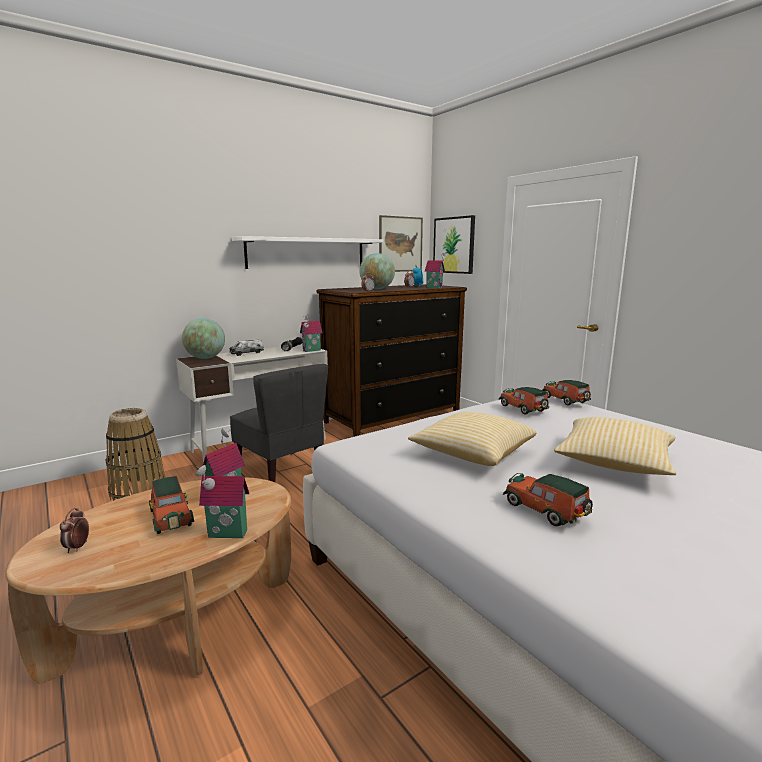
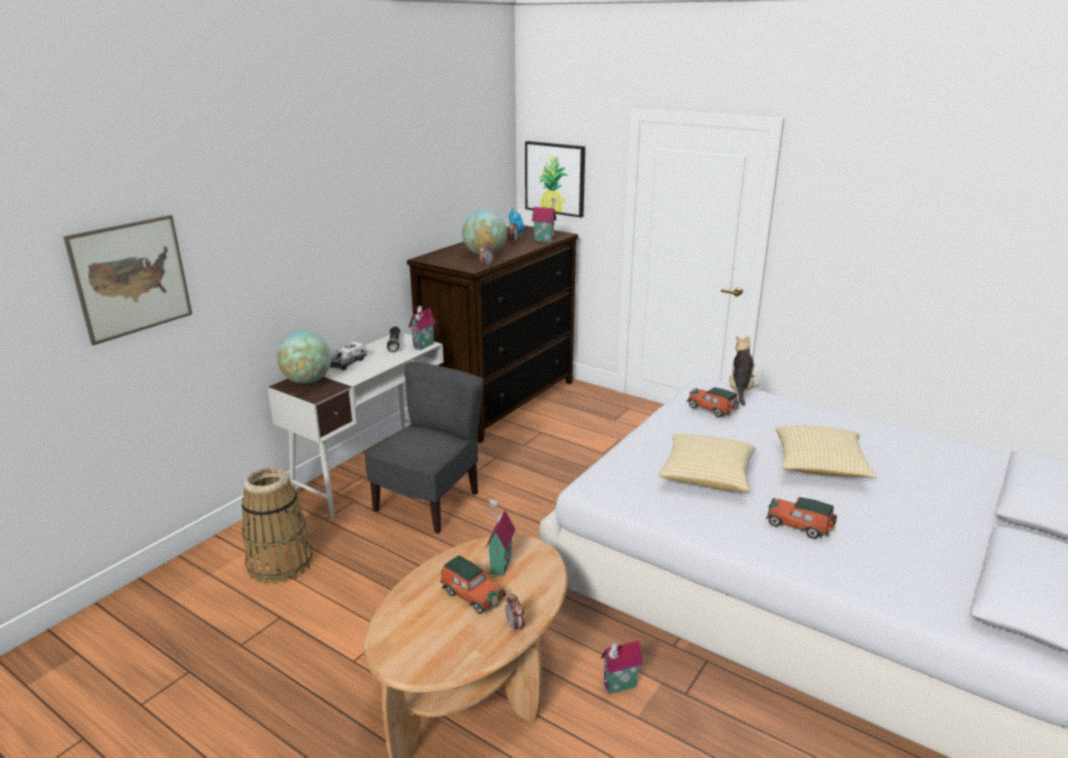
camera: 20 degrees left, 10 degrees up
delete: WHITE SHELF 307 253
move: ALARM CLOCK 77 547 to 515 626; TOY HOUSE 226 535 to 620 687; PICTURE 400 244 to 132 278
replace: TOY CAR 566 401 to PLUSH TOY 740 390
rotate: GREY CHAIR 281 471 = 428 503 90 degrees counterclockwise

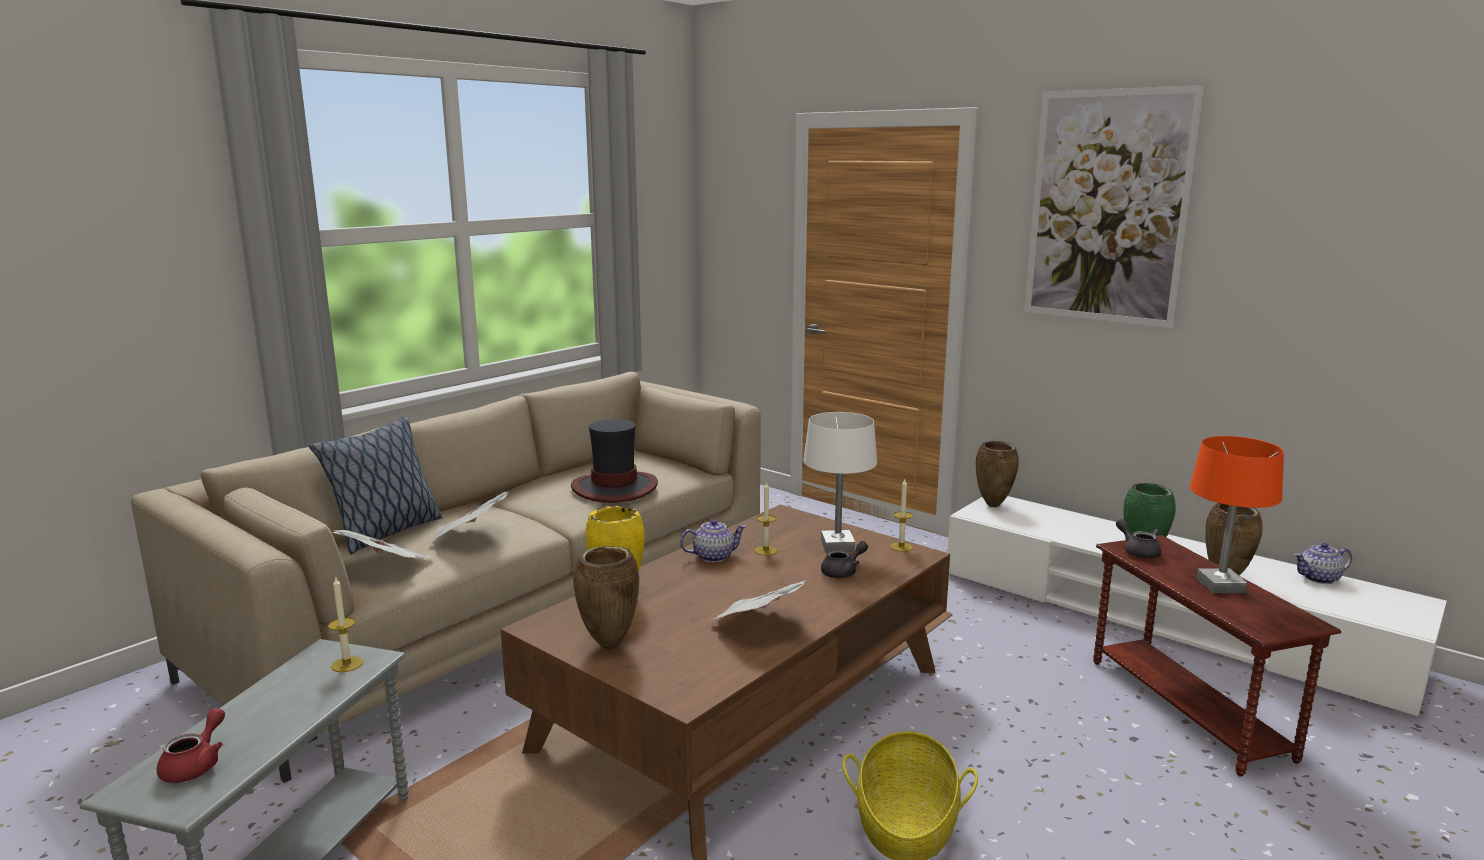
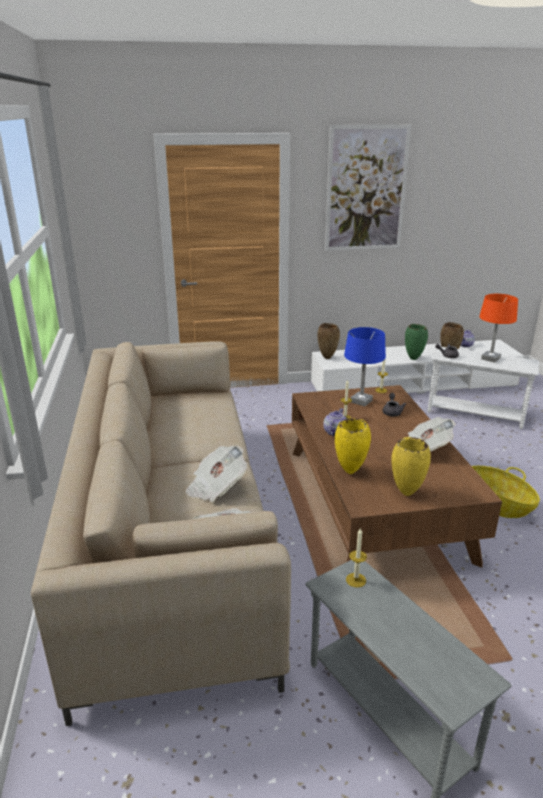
camera: 50 degrees left, 10 degrees up
delete: RED TEAPOT 196 765; PILLOW 386 533; HAT 614 488
recolor: BROWN VASE 608 645 to YELLOW VASE 406 493; WHITE TABLE LAMP 837 545 to BLUE TABLE LAMP 361 401; BROWN SIDE TABLE 1186 709 to WHITE SIDE TABLE 475 414

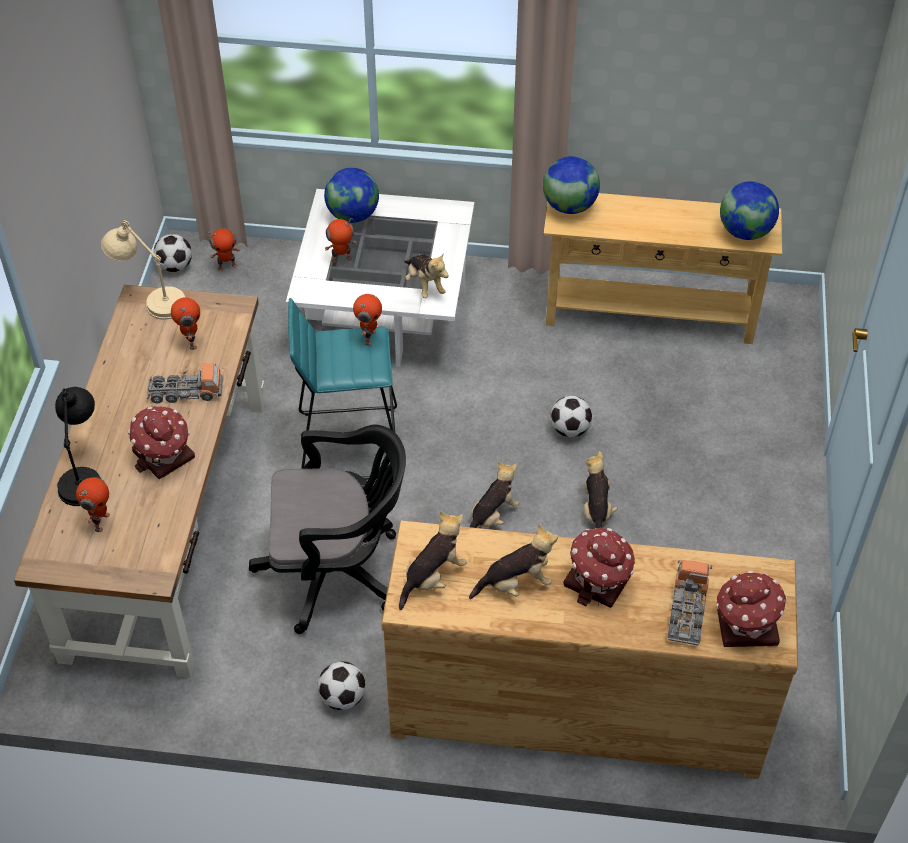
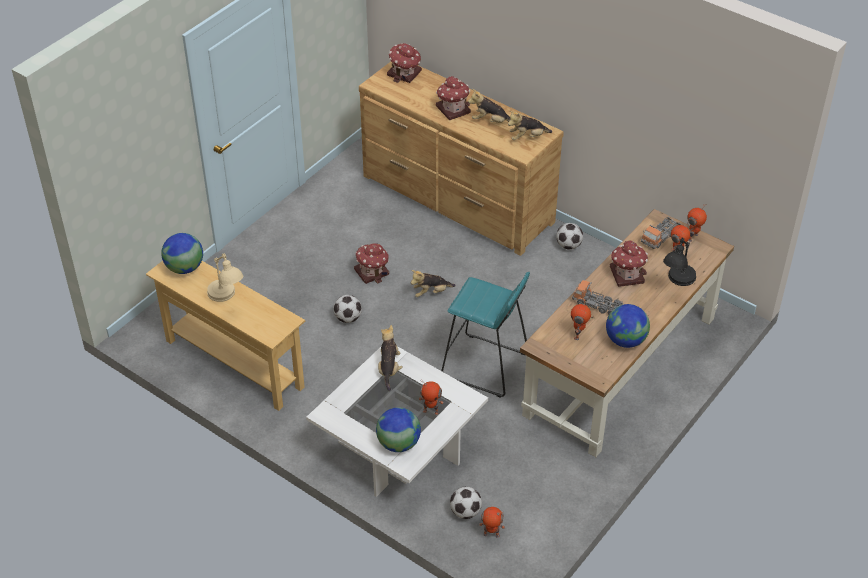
camera: 150 degrees left, 5 degrees down
delete: BLACK OFFICE CHAIR 338 571
move: BEIGE TABLE LAMP 150 299 to 227 299; FOOTBALL 175 266 to 465 512; TOY ROBOT 369 337 to 693 237; GLOBE 569 206 to 625 340; TOY TRUCK 687 610 to 660 236
replace: PLUSH TOY 596 511 to TOY HOUSE 372 272

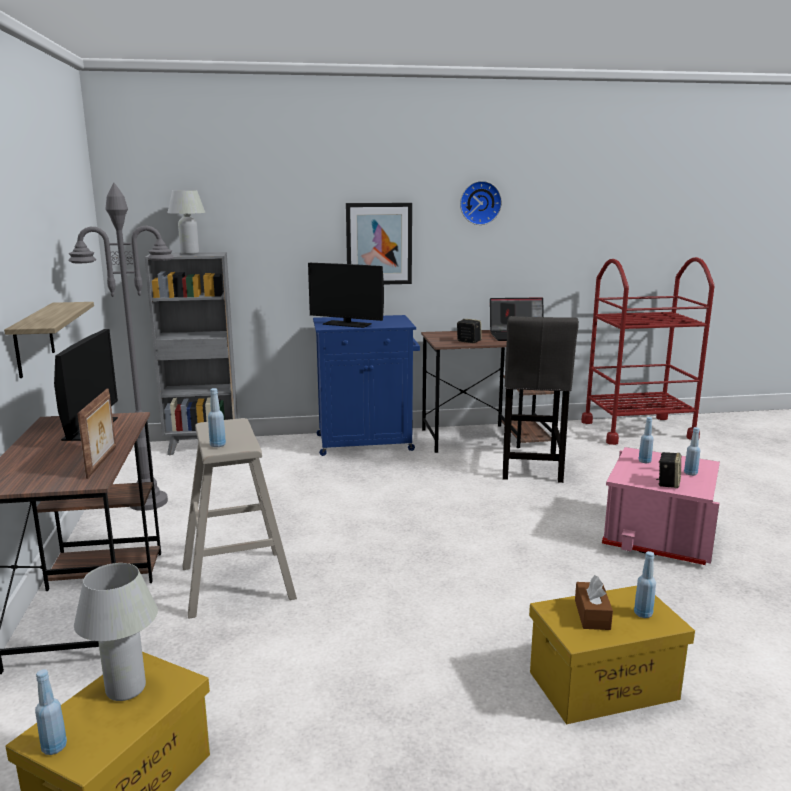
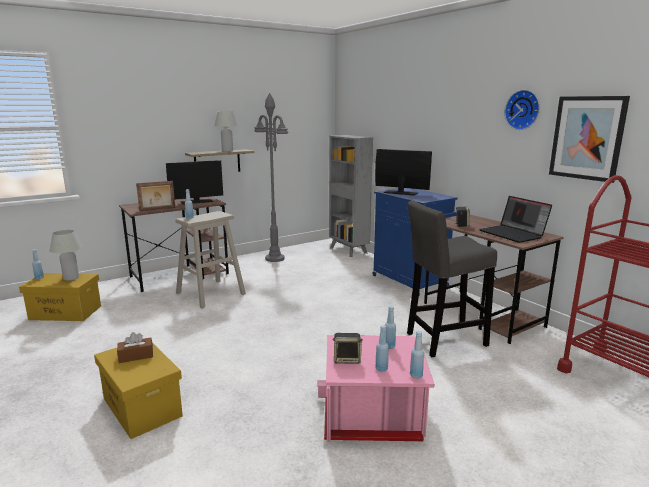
camera: 65 degrees right, 0 degrees up
move: WHITE TABLE LAMP 189 253 to 227 151; PICTURE 379 244 to 587 138; BLUE BOTTLE 643 614 to 416 375
rotate: MONITOR 347 324 = 400 193 120 degrees clockwise

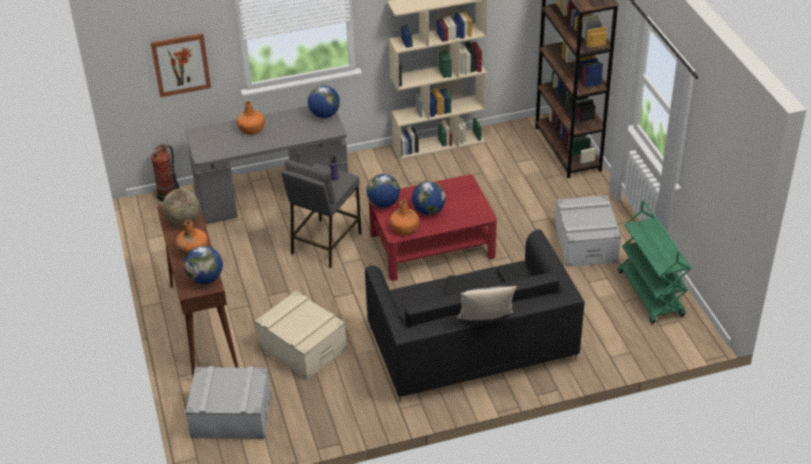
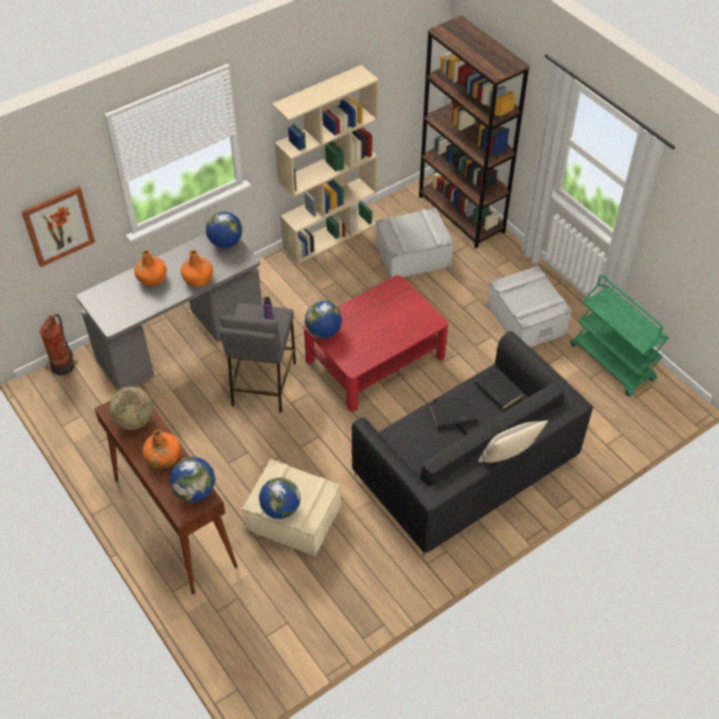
camera: 20 degrees left, 10 degrees up
move: GREY STORAGE BOX 231 416 to 412 255; ORANGE BOTTLE 405 228 to 198 278; GLOBE 428 211 to 280 509

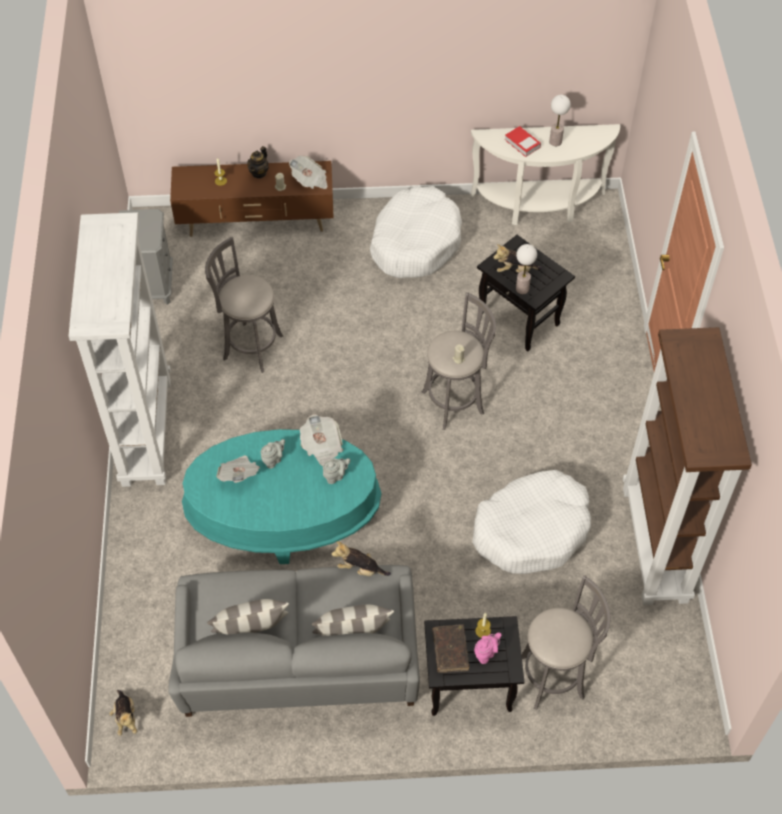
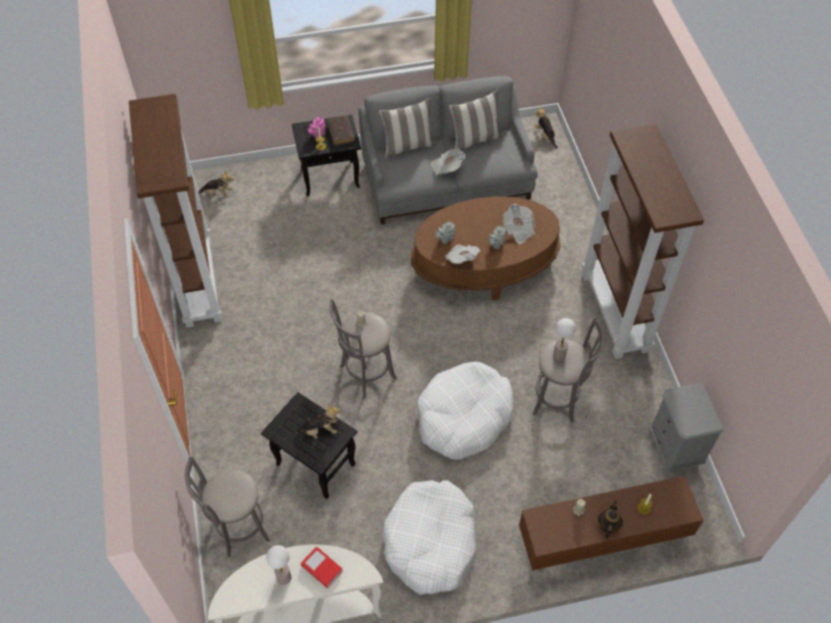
camera: 170 degrees right, 0 degrees up
move: NEWSPAPER 310 180 to 447 167; PLUSH TOY 360 569 to 218 194; WHITE DOG BED 532 529 to 463 417; TABLE LAMP 522 289 to 559 355; GREY STOOL 555 676 to 238 528
recolor: WHITE BOOKCASE 145 430 to BROWN BOOKCASE 615 312; TURQUOISE COFFEE TABLE 284 514 to BROWN COFFEE TABLE 484 265

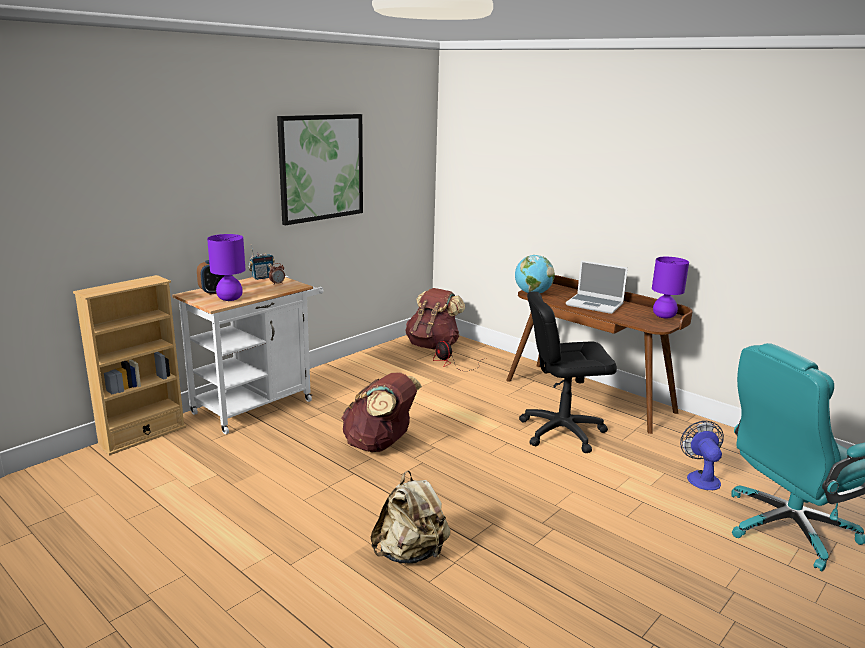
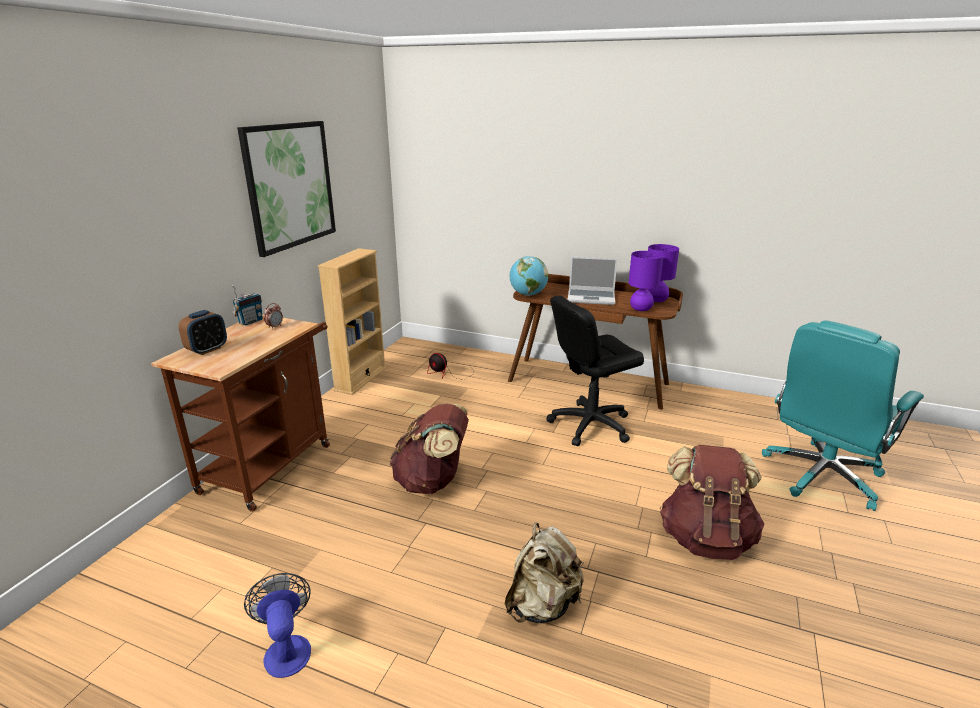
camera: 20 degrees left, 5 degrees up
move: BEIGE BOOKCASE 142 436 to 361 379; PURPLE TABLE LAMP 230 299 to 641 309; BROWN BACKPACK 433 346 to 705 538; FAN 701 477 to 286 648
recolor: WHITE CART 259 404 to BROWN CART 271 463

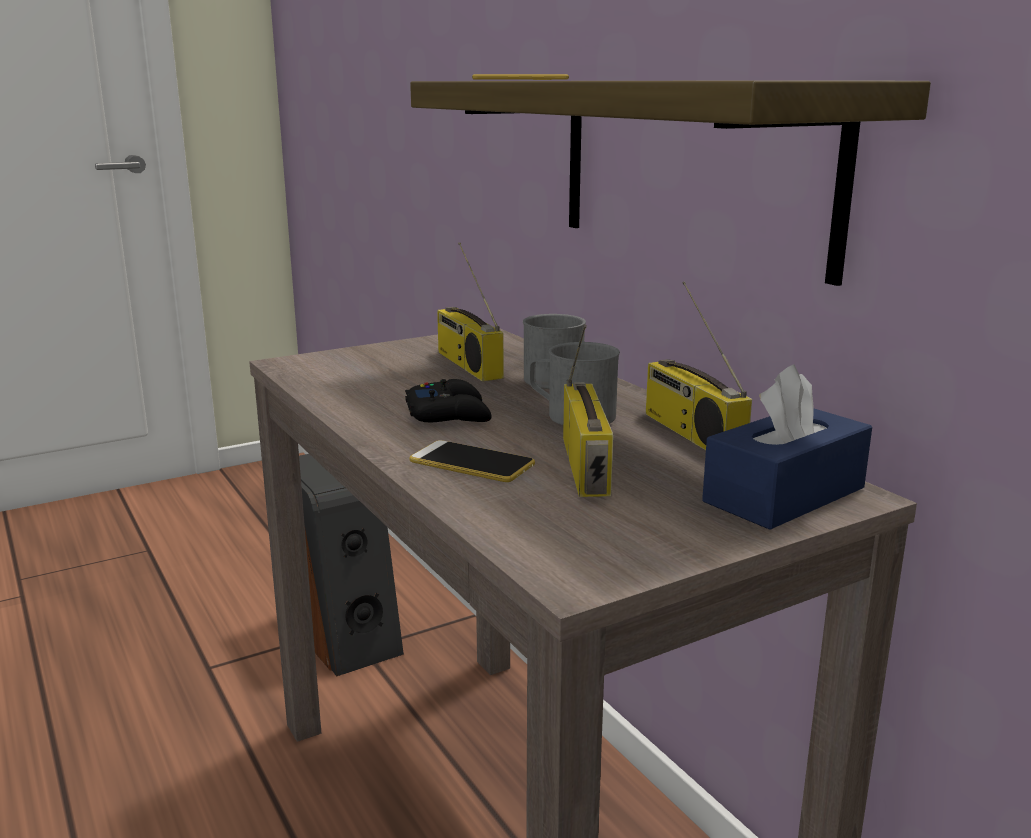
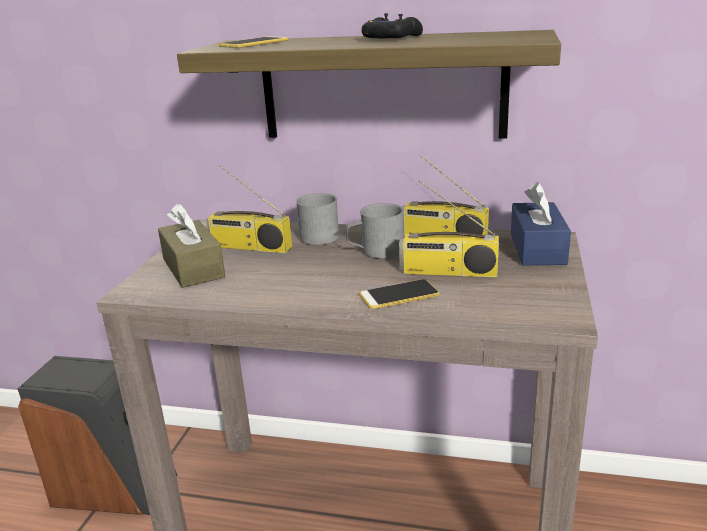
camera: 45 degrees left, 5 degrees up
insert: BROWN TISSUE BOX 193 268
move: BLACK GAME CONTROLLER 449 414 to 391 38
rotate: RADIO 588 467 = 448 272 150 degrees clockwise

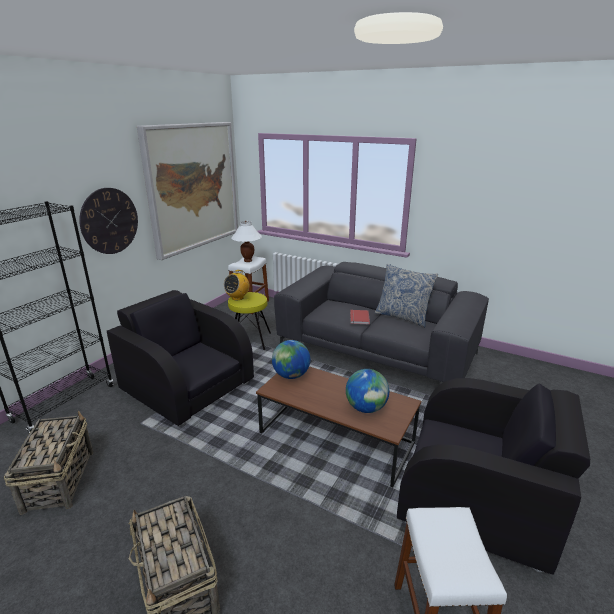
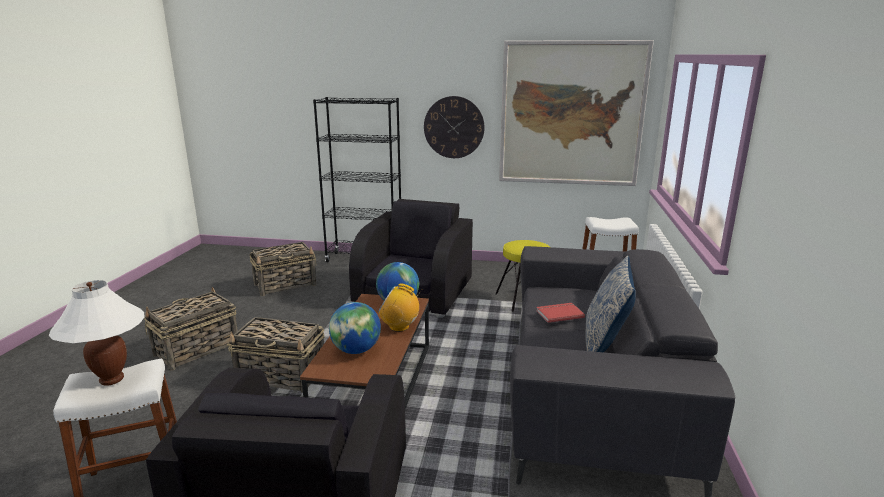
camera: 70 degrees right, 5 degrees down
insert: BASKET 282 376
move: RADIO 237 298 to 399 327; WHITE TABLE LAMP 248 261 to 111 379

